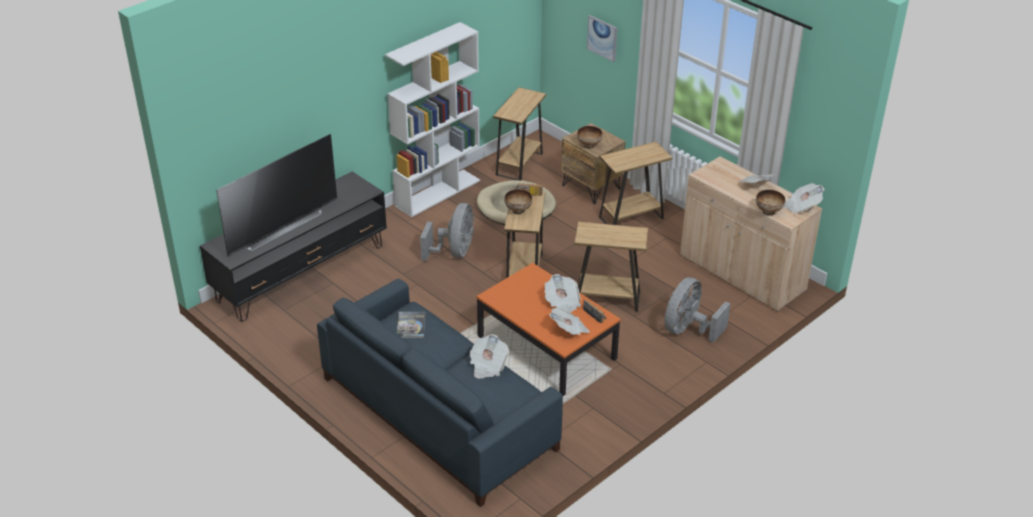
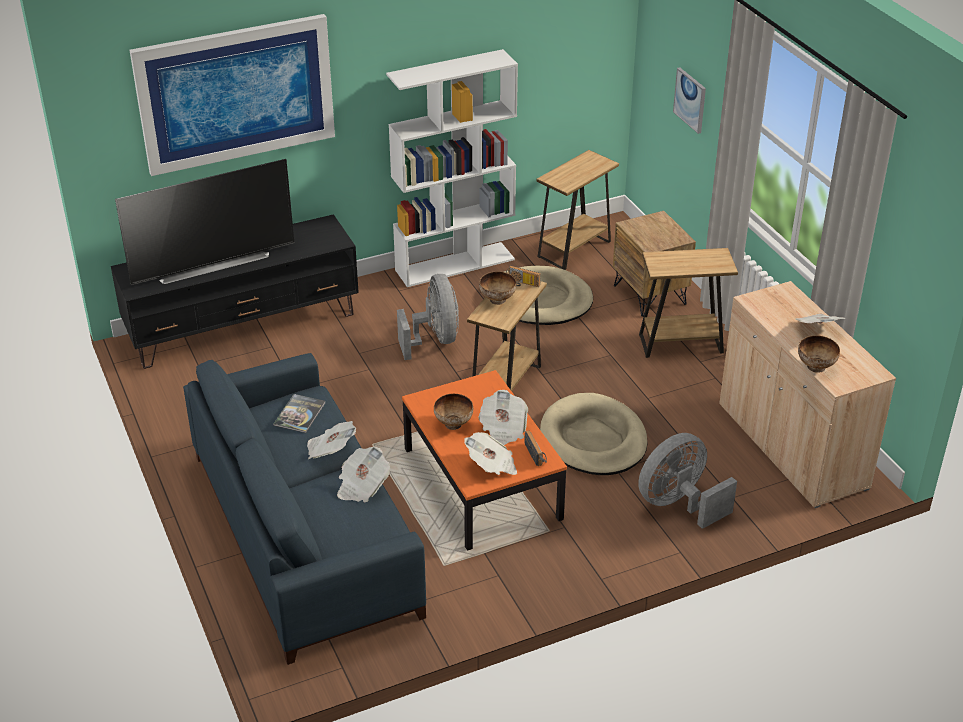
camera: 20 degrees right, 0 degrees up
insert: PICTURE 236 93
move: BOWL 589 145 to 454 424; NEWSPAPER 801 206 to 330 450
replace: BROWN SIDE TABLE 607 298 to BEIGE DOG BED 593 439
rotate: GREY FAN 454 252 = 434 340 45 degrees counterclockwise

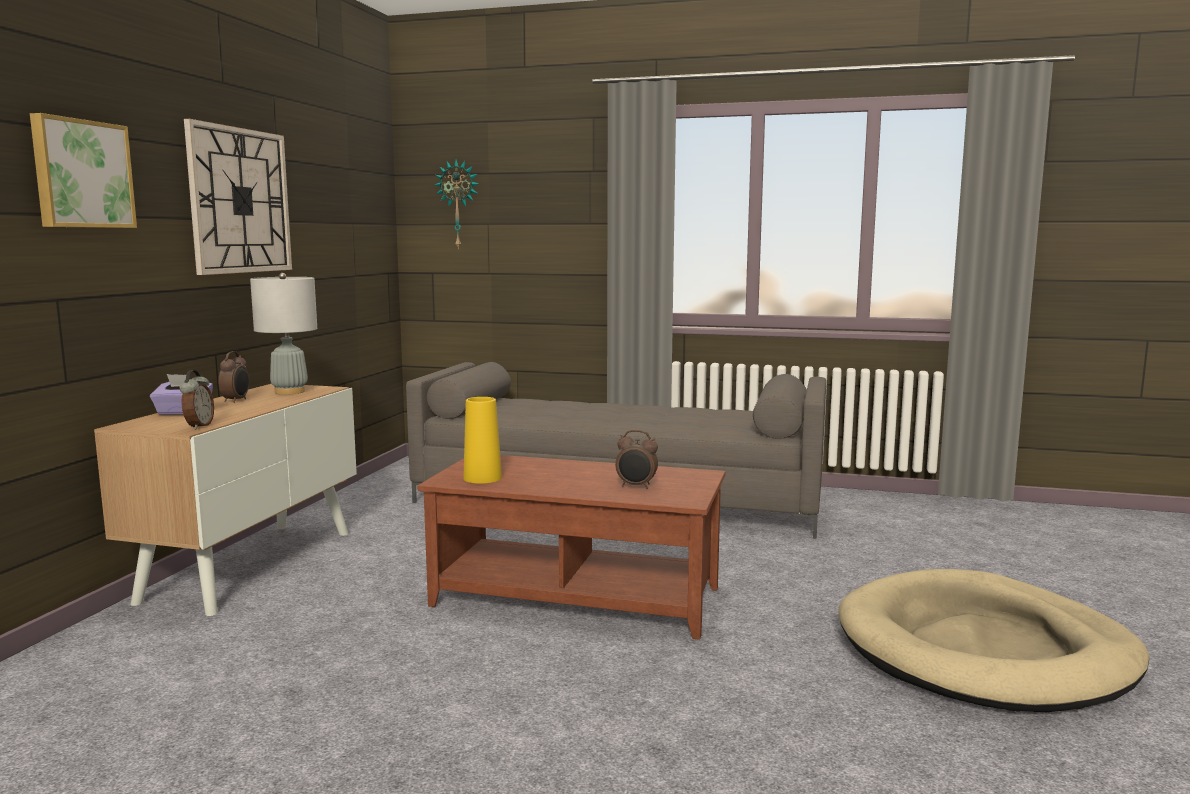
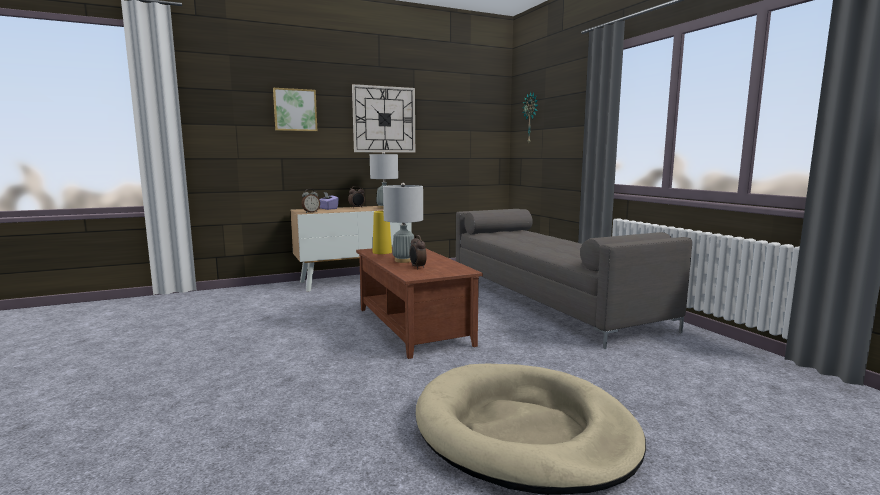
camera: 50 degrees right, 0 degrees up
insert: GREY TABLE LAMP 403 260

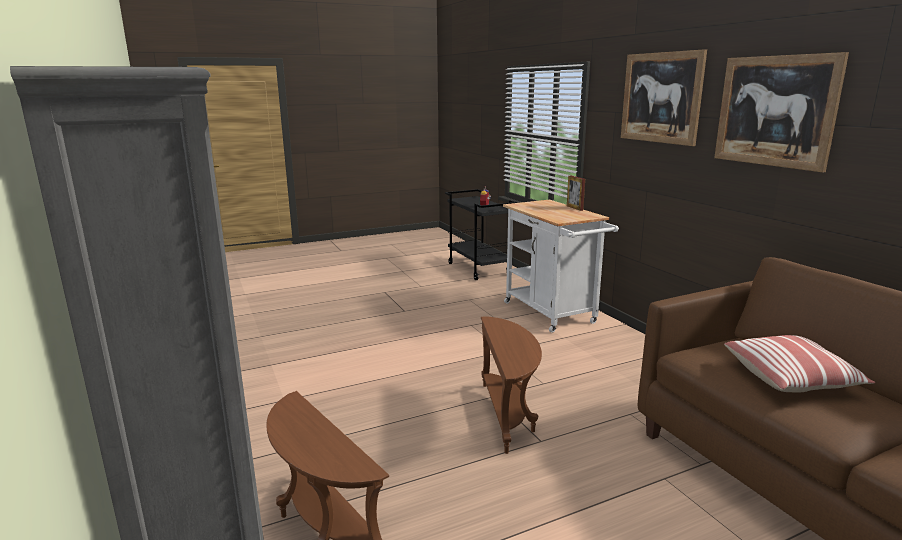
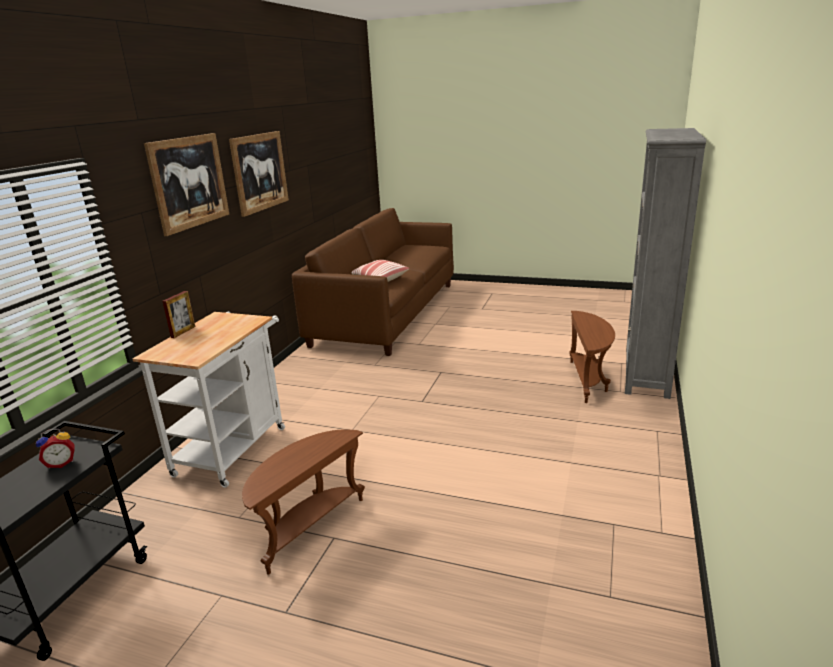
camera: 135 degrees left, 5 degrees up
move: BROWN SIDE TABLE 508 415 to 308 527

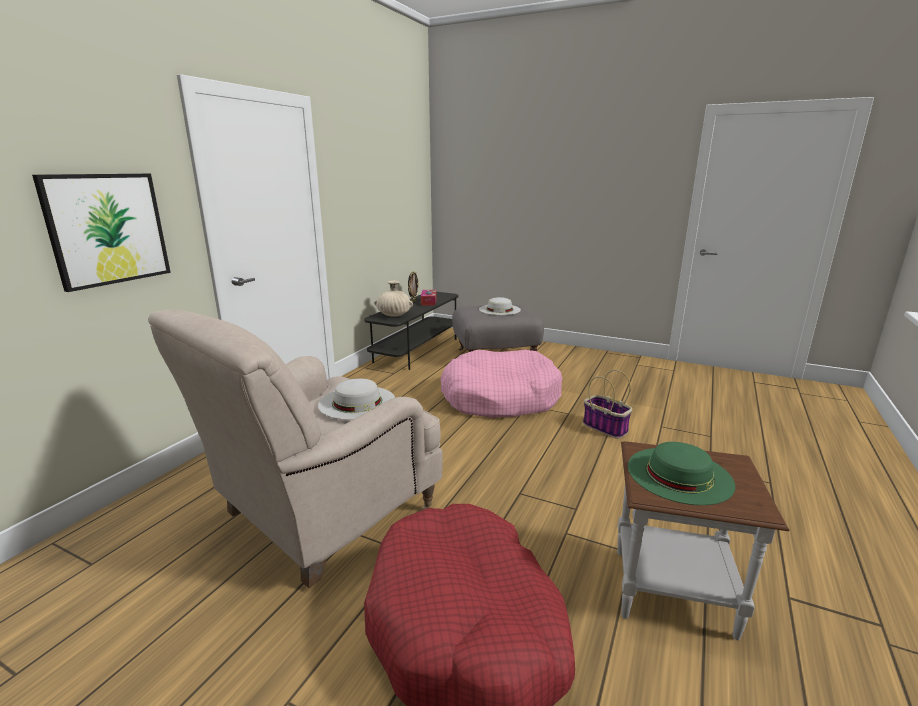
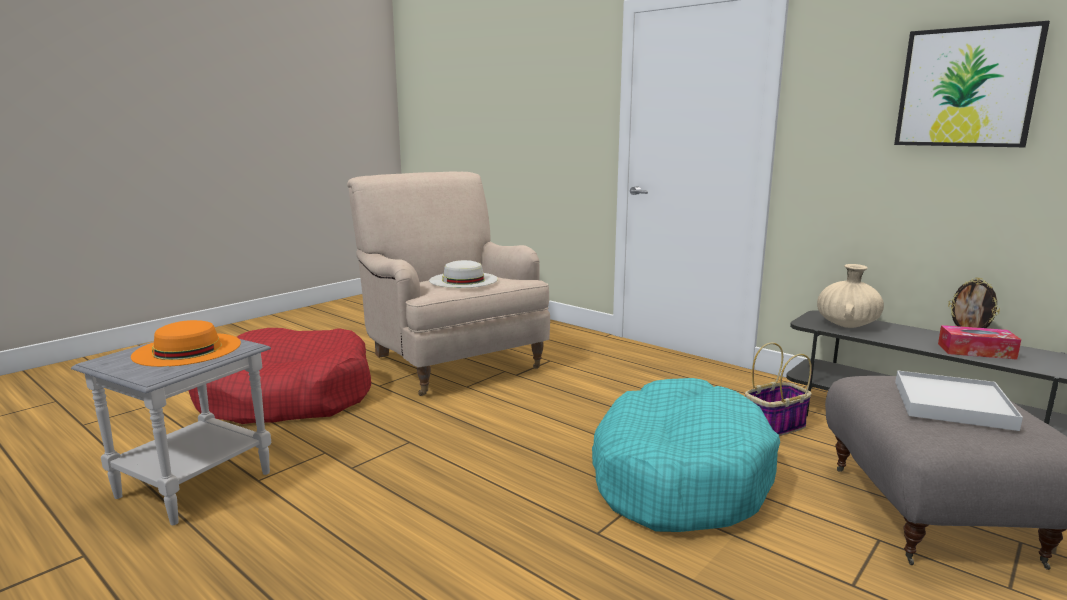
camera: 105 degrees right, 5 degrees down
move: PICTURE 107 229 to 966 87; BASKET 606 428 to 774 427
replace: WHITE HAT 499 309 to WHITE TRAY 951 404
recolor: PINK DOG BED 500 398 to TURQUOISE DOG BED 678 475; BROWN SIDE TABLE 671 591 to GREY SIDE TABLE 195 484; GREEN HAT 679 474 to ORANGE HAT 187 349

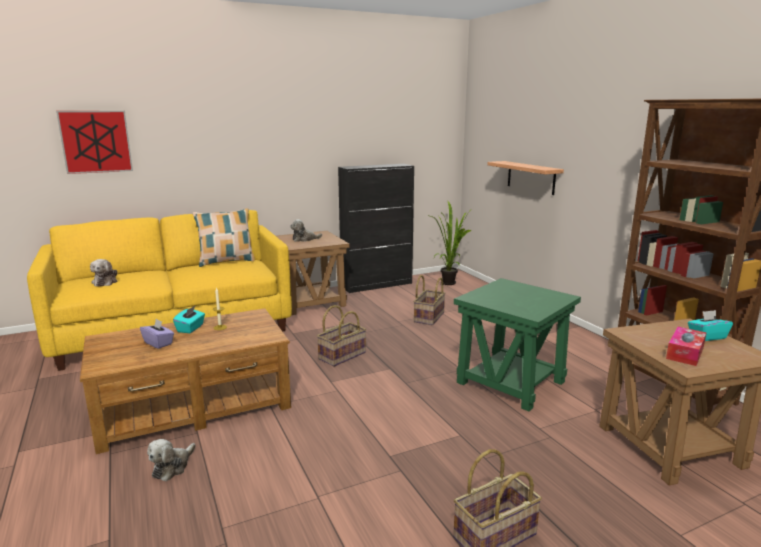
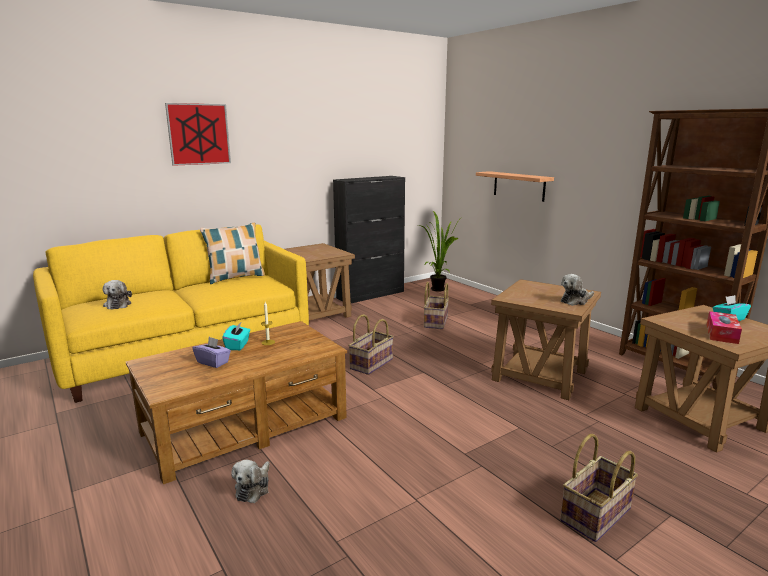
camera: 10 degrees left, 0 degrees up
move: PICTURE 96 141 to 199 134; PLUSH TOY 304 239 to 575 301
recolor: GREEN SIDE TABLE 511 382 to BROWN SIDE TABLE 540 375

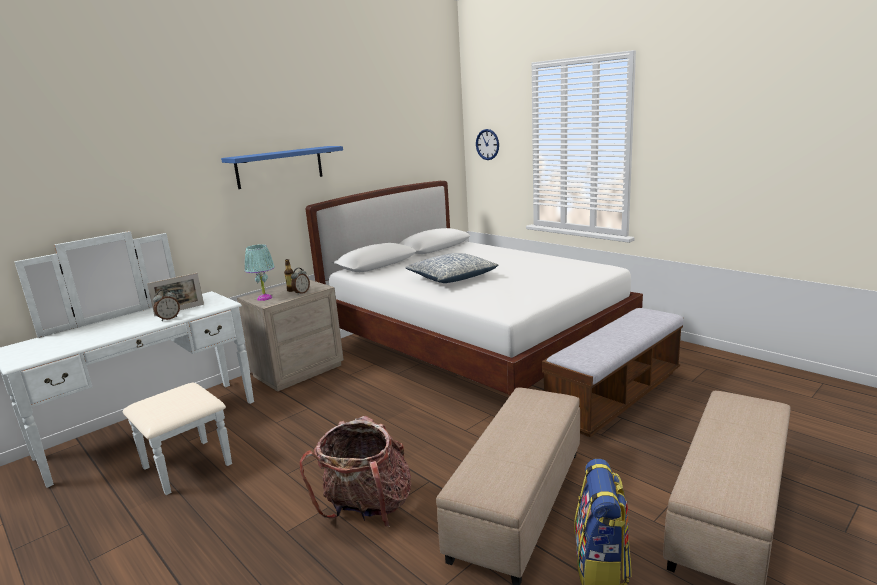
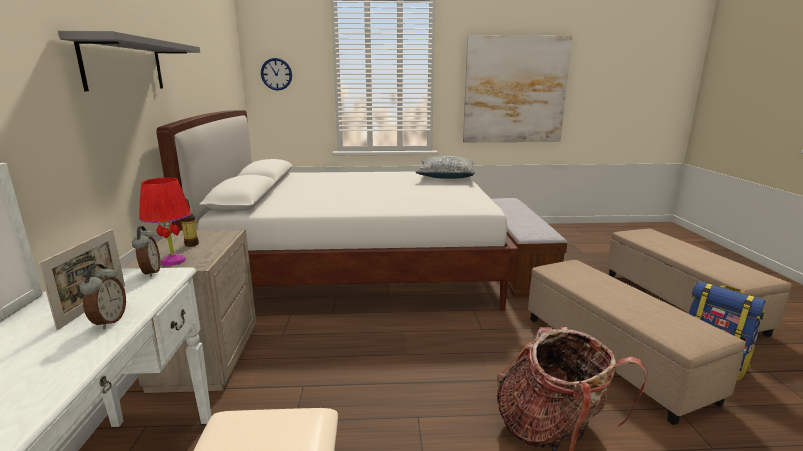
camera: 50 degrees left, 0 degrees up
insert: PICTURE 515 90
move: ALARM CLOCK 301 293 to 150 272; PILLOW 452 278 to 445 176
recolor: BLUE SHELF 280 167 to GREY SHELF 124 65; TURQUOISE TABLE LAMP 264 298 to RED TABLE LAMP 173 261

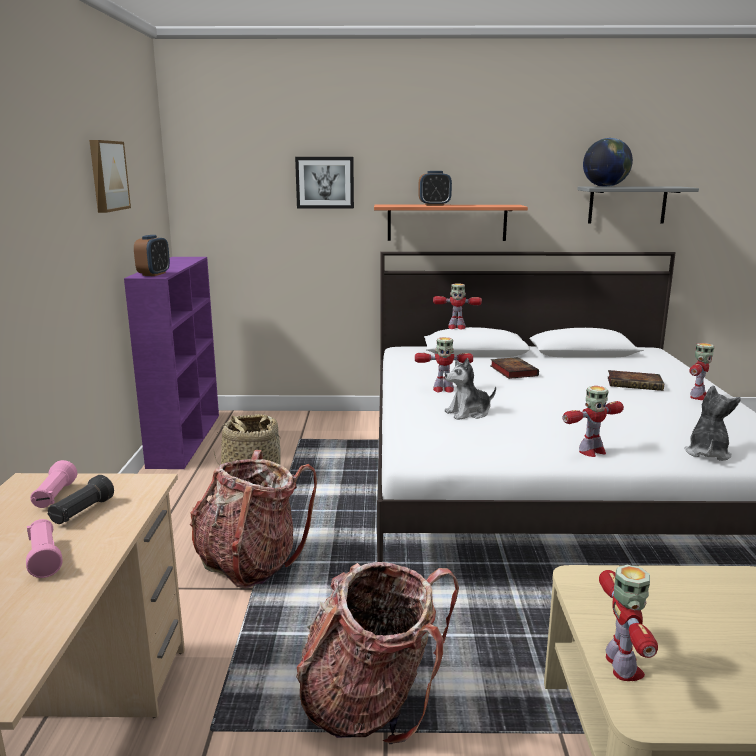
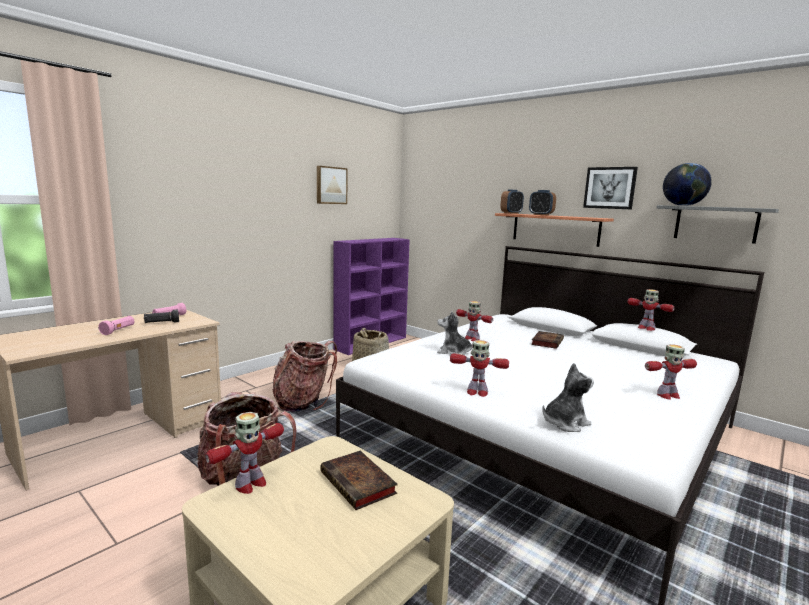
camera: 40 degrees right, 5 degrees down
move: ALARM CLOCK 154 274 to 511 213; PICTURE 325 182 to 610 188; TOY ROBOT 456 327 to 646 328; BOOK 636 384 to 359 484

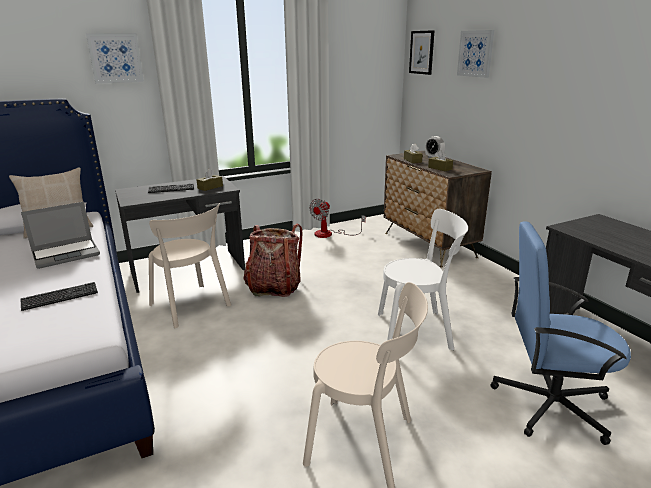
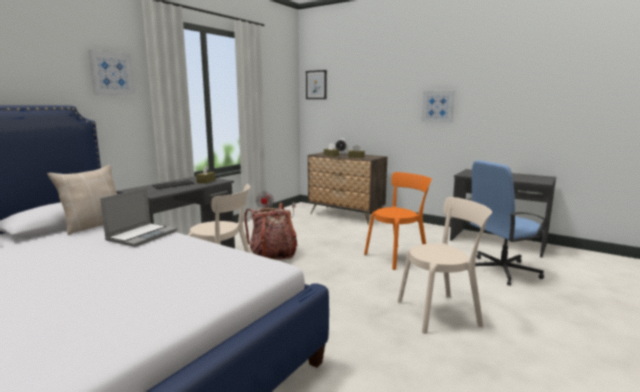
camera: 30 degrees left, 10 degrees down
delete: KEYBOARD 60 297
move: PICTURE 475 53 to 437 106
recolor: WHITE CHAIR 418 330 to ORANGE CHAIR 398 256

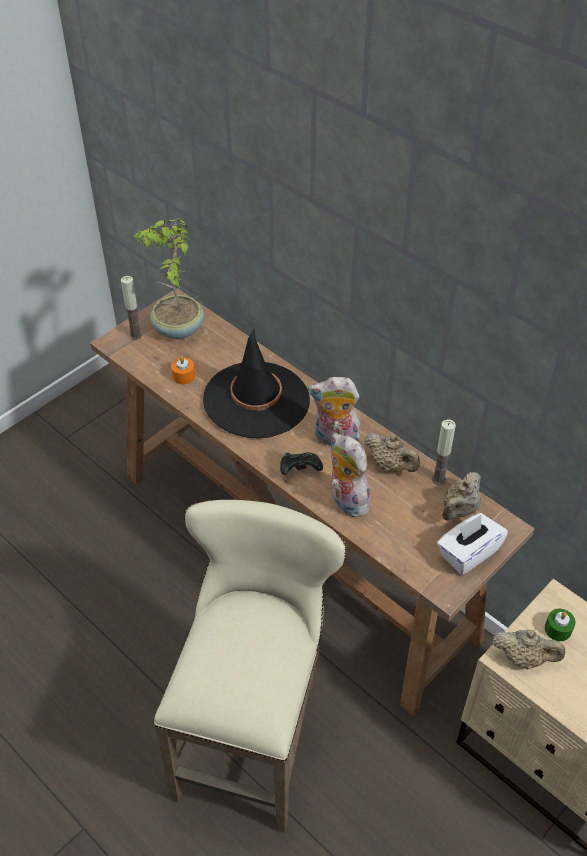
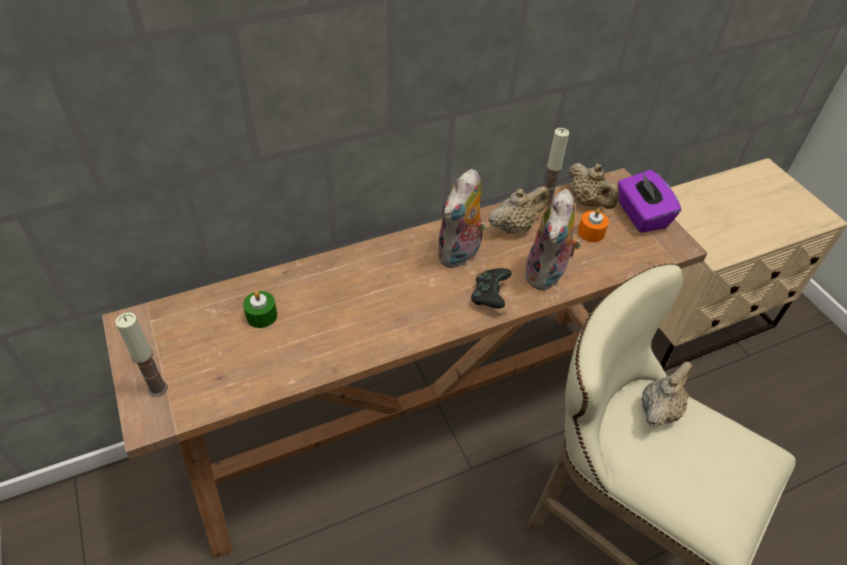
camera: 70 degrees left, 0 degrees up
delete: POTTED PLANT 177 329; BLACK HAT 256 400
move: ORANGE CANDLE 183 376 to 591 232; BEIGE TEAPOT 524 658 to 659 409; GREEN CANDLE 558 629 to 261 315
recolor: WHITE TISSUE BOX 468 553 to PURPLE TISSUE BOX 640 215
rotate: PLUSH TOY 345 500 = 547 275 60 degrees counterclockwise

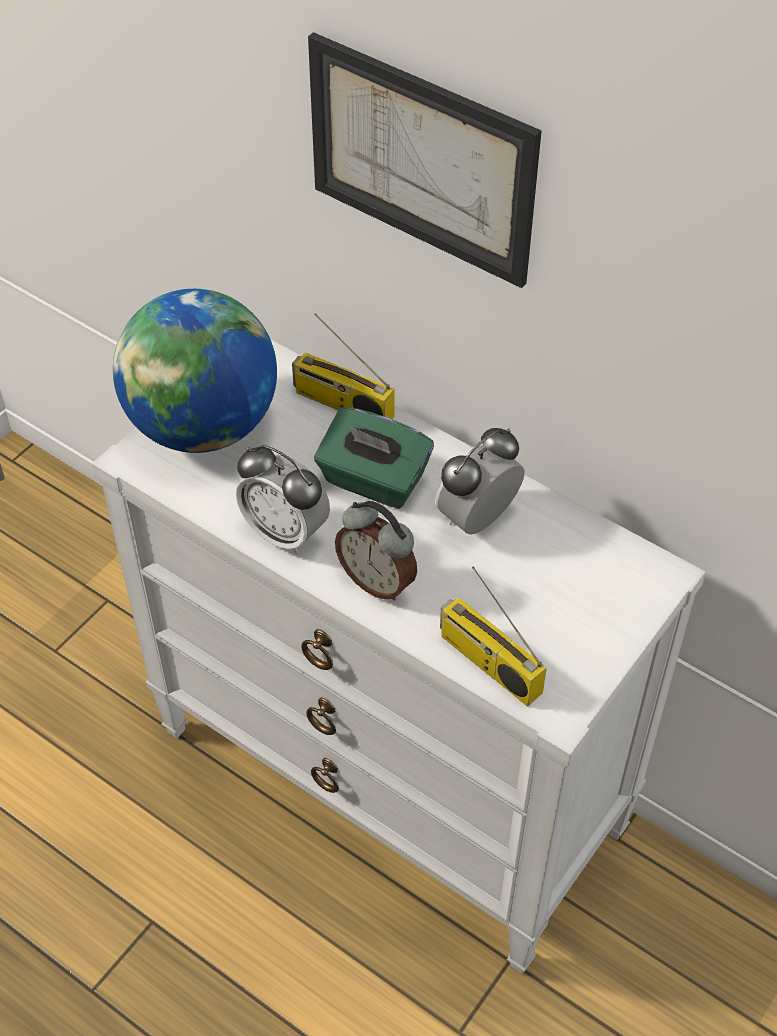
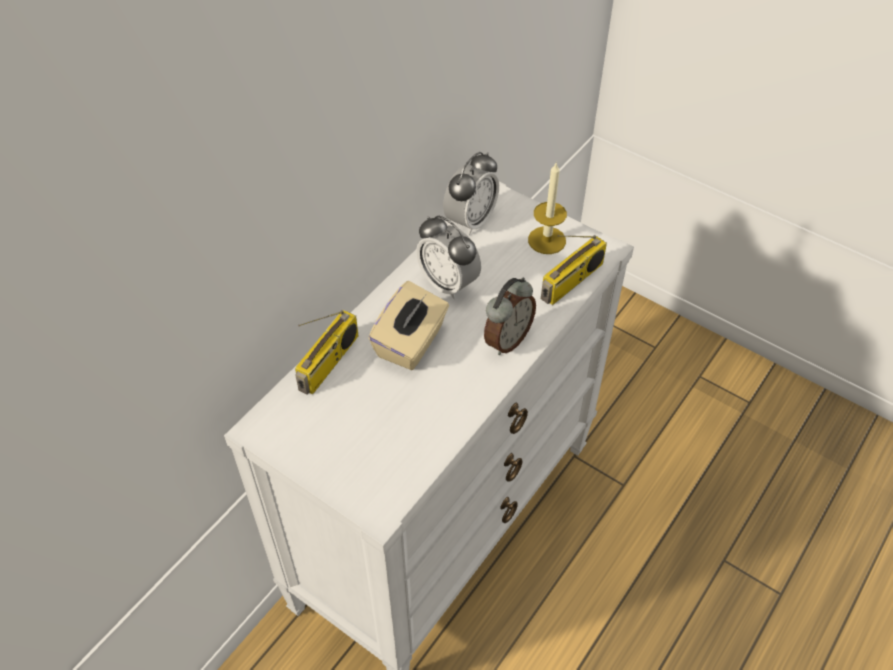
camera: 90 degrees left, 0 degrees up
delete: GLOBE 203 426; PICTURE 422 159
insert: CANDLE 546 240
move: ALARM CLOCK 285 532 to 470 220
recolor: GREEN TISSUE BOX 373 481 to BEIGE TISSUE BOX 411 342

